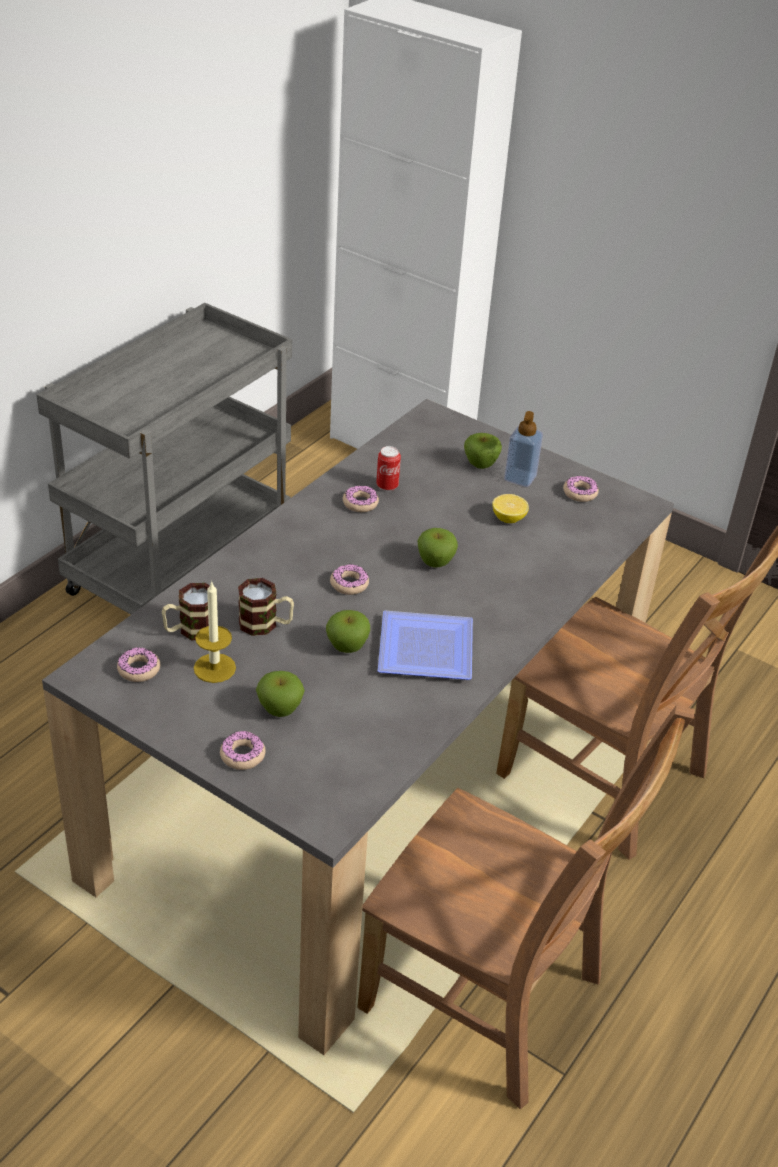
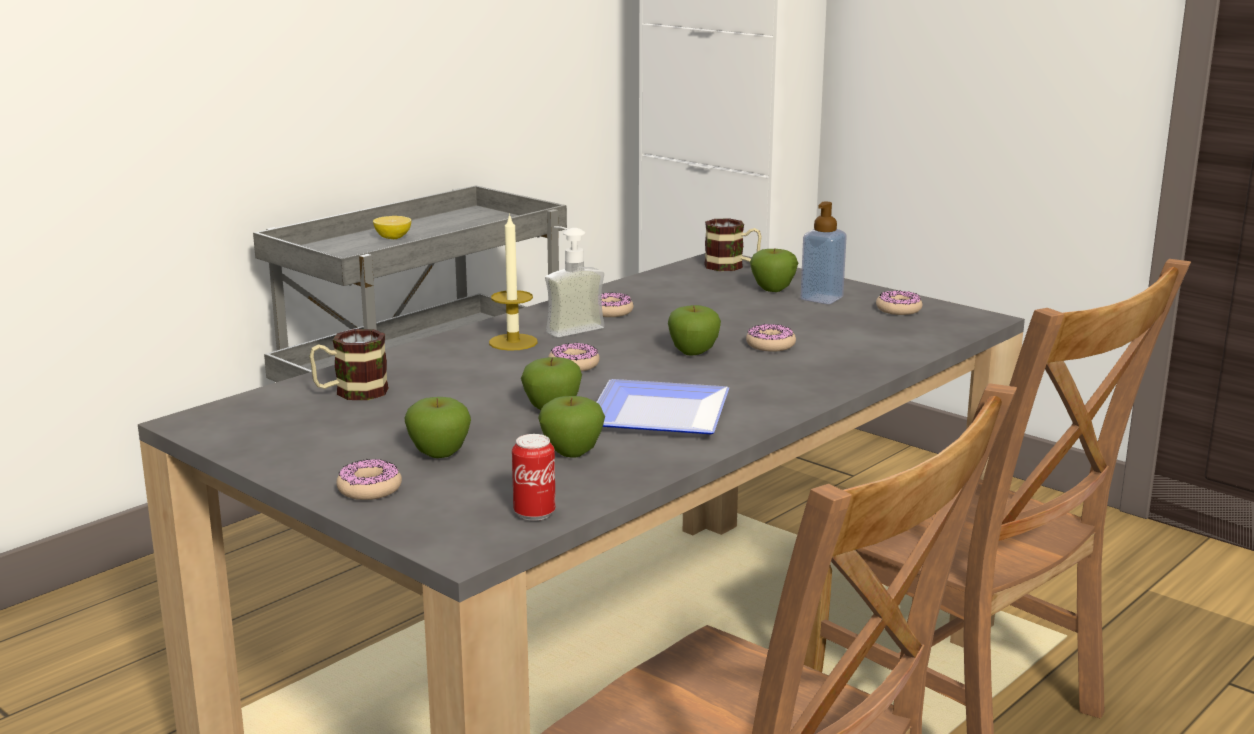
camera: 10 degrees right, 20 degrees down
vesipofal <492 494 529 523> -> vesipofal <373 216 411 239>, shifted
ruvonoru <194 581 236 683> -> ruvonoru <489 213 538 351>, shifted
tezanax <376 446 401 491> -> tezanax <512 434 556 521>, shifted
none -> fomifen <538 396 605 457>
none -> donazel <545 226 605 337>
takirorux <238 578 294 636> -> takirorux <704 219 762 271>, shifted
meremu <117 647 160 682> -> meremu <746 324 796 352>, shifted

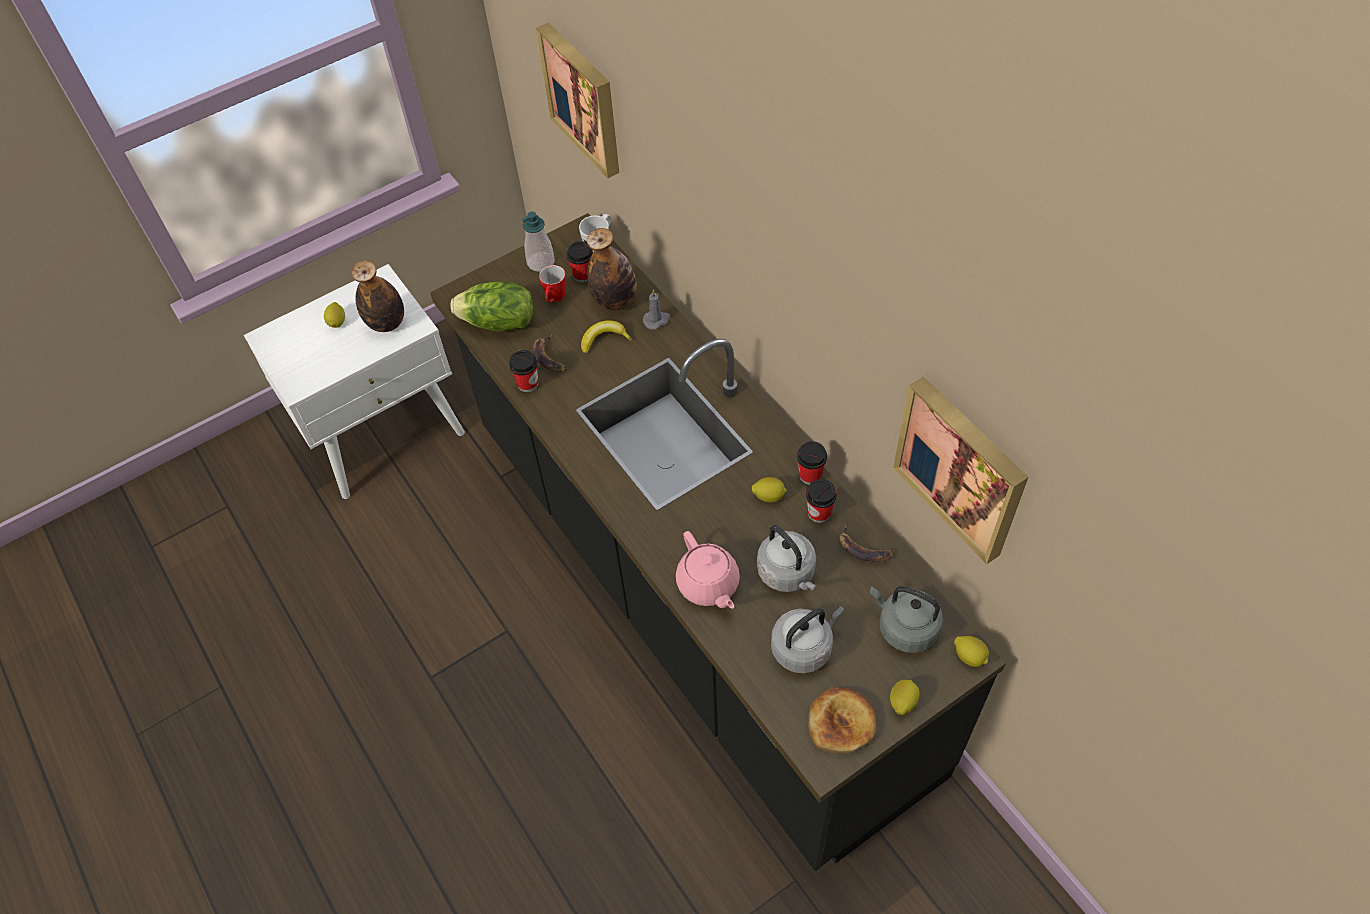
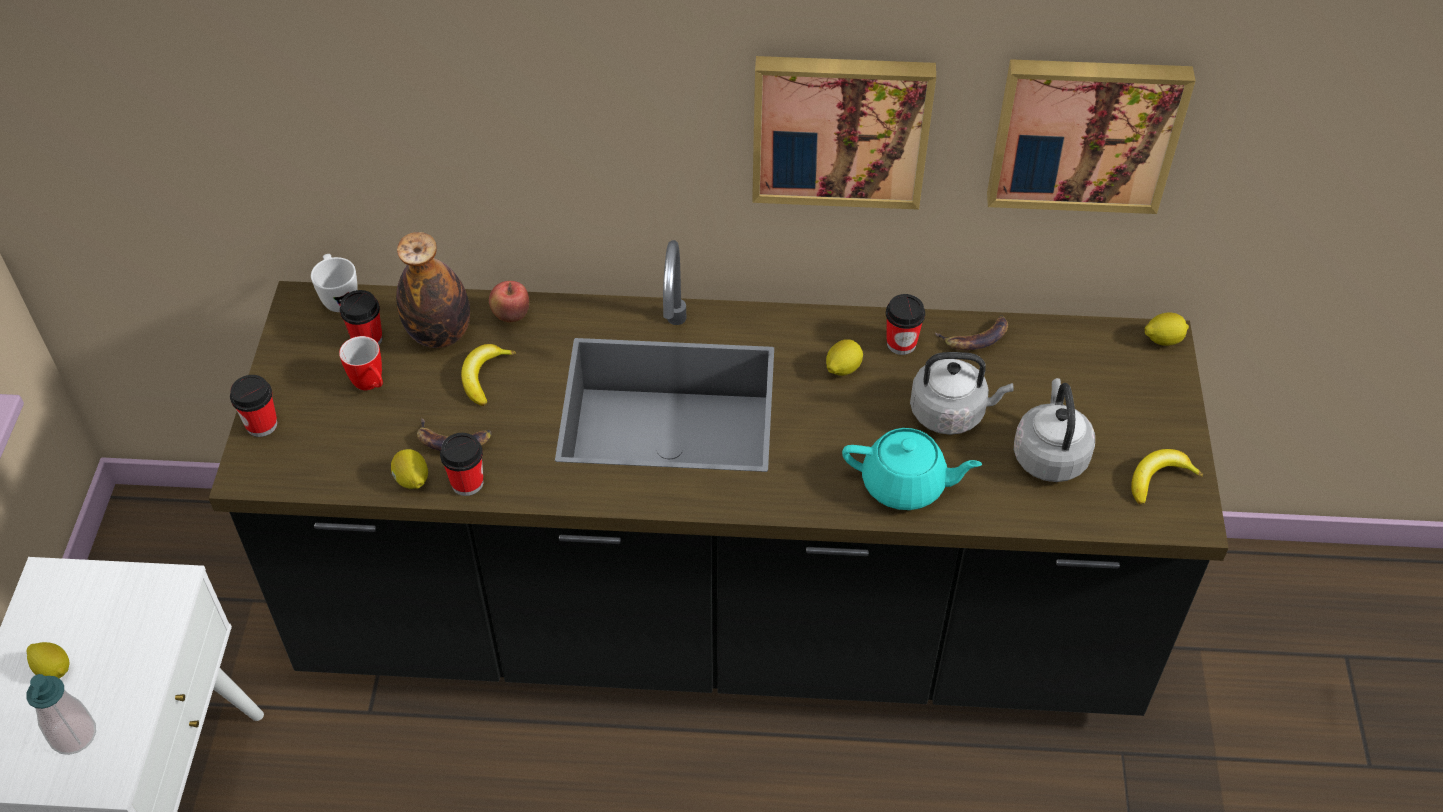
camera: 55 degrees left, 5 degrees down
donazel <522 212 555 272> -> donazel <26 674 96 755>, shifted
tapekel <797 441 827 485> -> tapekel <230 375 278 437>, shifted
vesipofal <890 680 920 715> -> vesipofal <391 449 428 489>, shifted
grey ruvonoru <643 289 670 330> -> fomifen <489 281 529 322>
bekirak <536 23 619 178> -> bekirak <752 56 936 210>, shifted
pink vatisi <676 531 740 609> -> turquoise vatisi <842 428 982 510>
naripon <808 687 876 753> -> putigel <1131 449 1203 505>
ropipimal <352 261 404 332> -> none
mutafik <451 281 534 332> -> none
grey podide <870 586 943 653> -> none

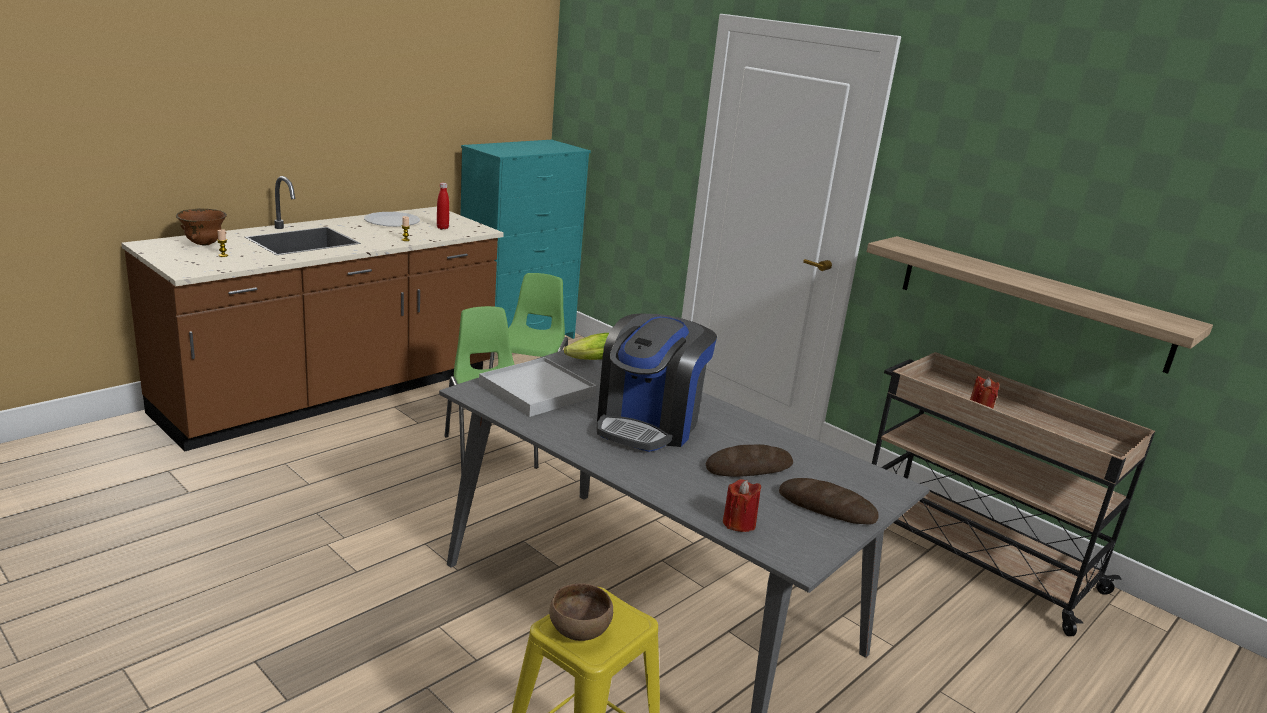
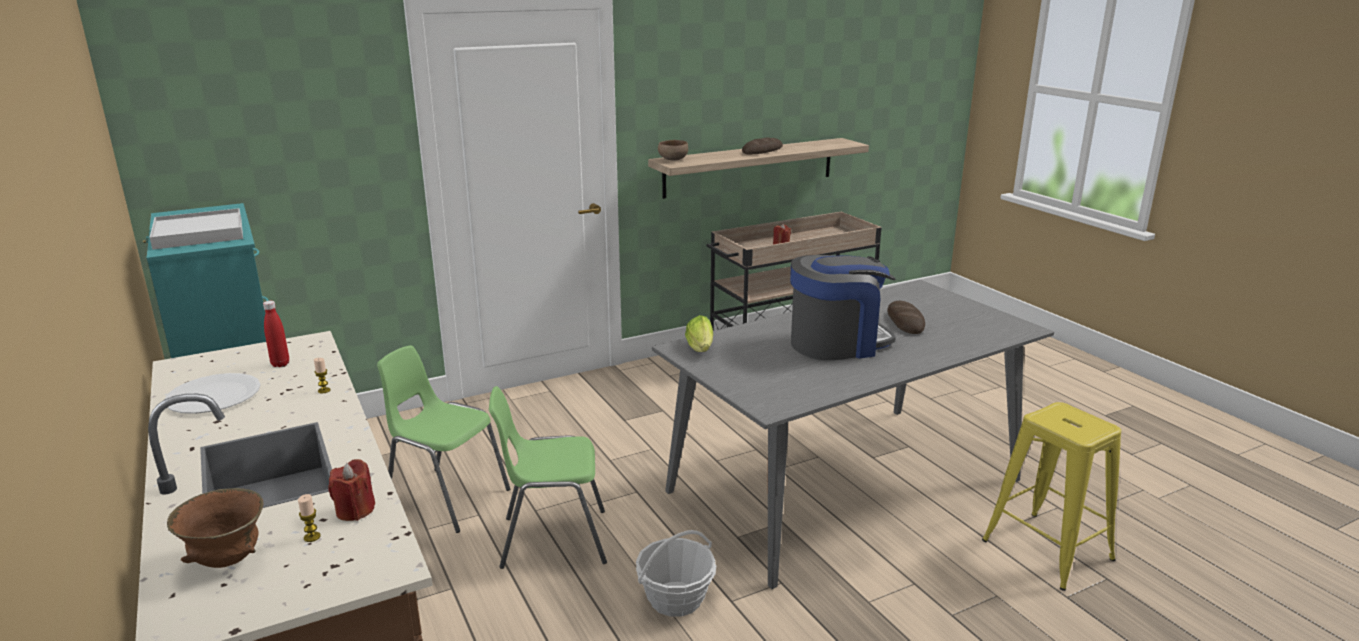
camera: 70 degrees left, 0 degrees up
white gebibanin <479 357 596 417> -> white gebibanin <149 208 243 250>, shifted
red ruvonoru <723 479 761 532> -> red ruvonoru <328 459 375 521>, shifted
none -> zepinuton <636 530 716 617>
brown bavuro <549 583 613 641> -> brown bavuro <658 140 688 160>, shifted
naripon <779 478 879 525> -> naripon <742 137 783 155>, shifted
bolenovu <597 313 717 452> -> bolenovu <790 255 896 360>, 60 degrees counterclockwise

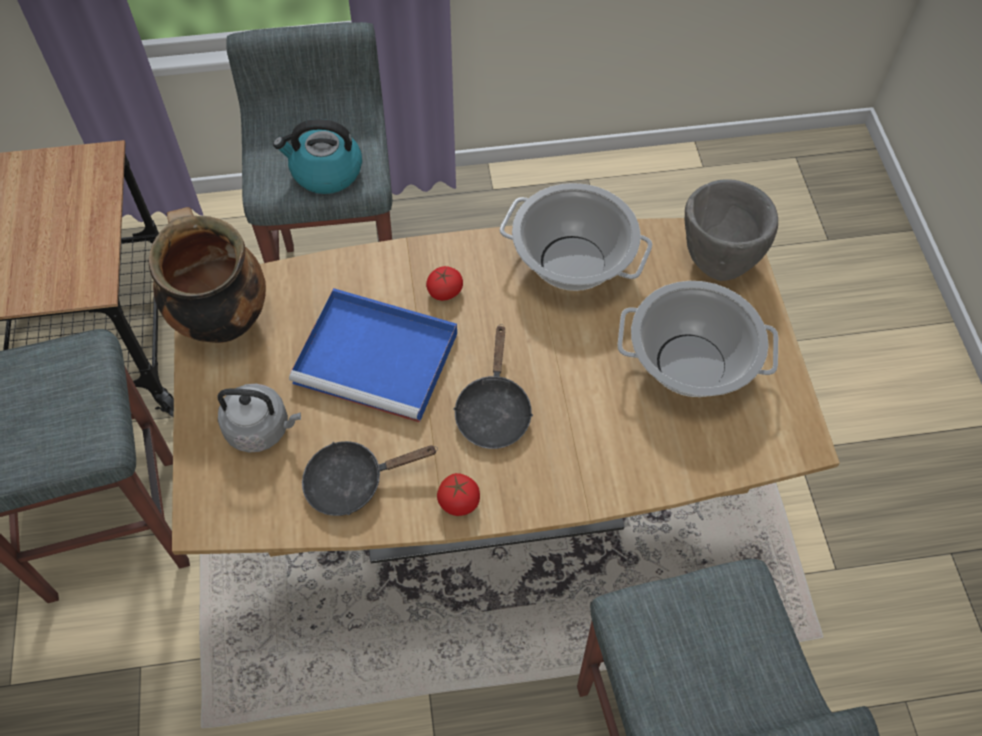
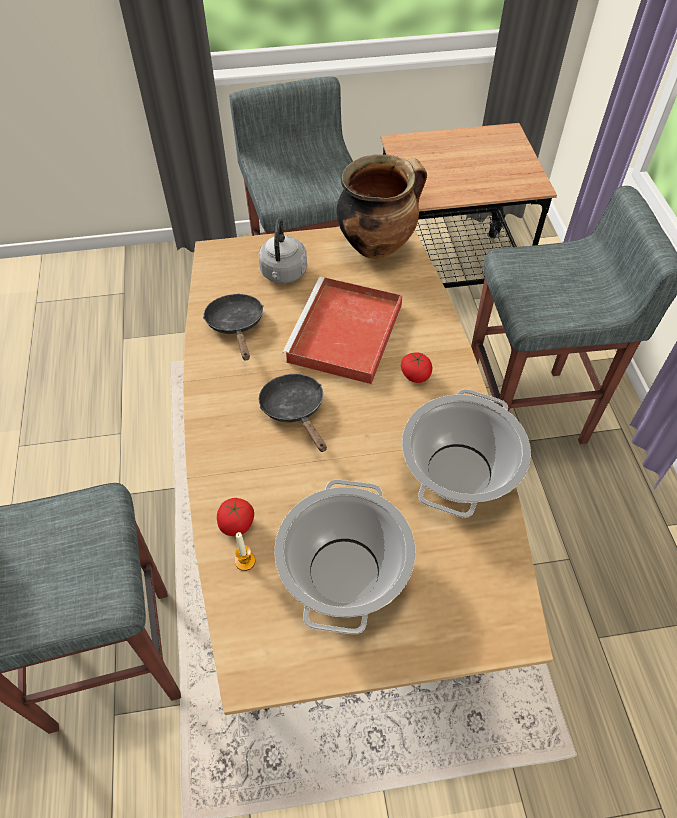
camera: 90 degrees right, 5 degrees down
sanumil <437 473 480 516> -> sanumil <217 498 254 536>, shifted
none -> ruvonoru <235 532 255 571>
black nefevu <453 324 533 449> -> black nefevu <259 374 327 452>, 60 degrees clockwise
blue gebibanin <289 288 457 423> -> red gebibanin <282 277 403 384>
podide <273 119 362 194> -> none
grey bavuro <685 179 778 281> -> none

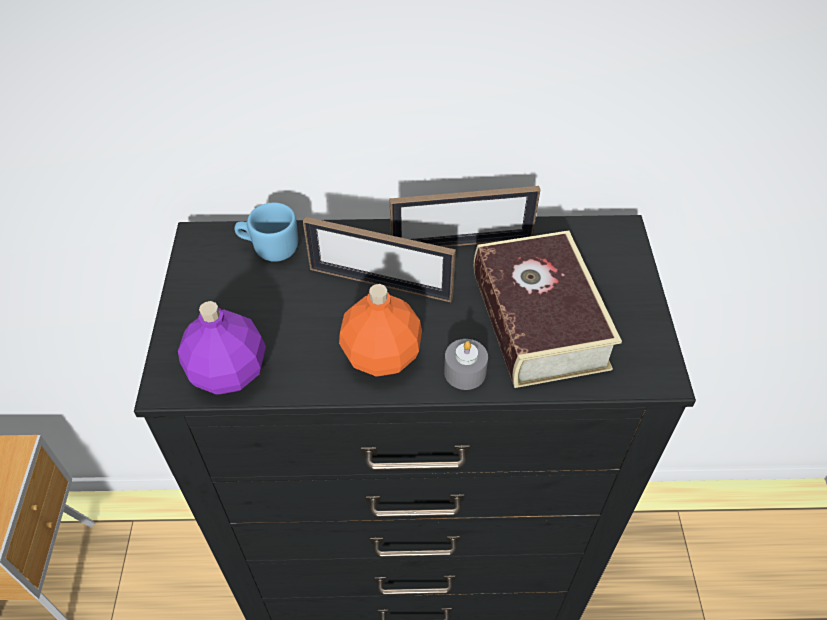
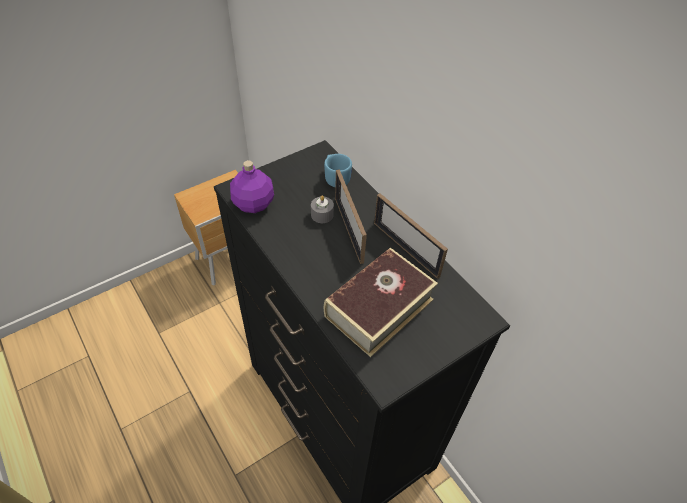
camera: 55 degrees right, 0 degrees up
grey ruvonoru <444 339 488 390> -> grey ruvonoru <311 195 334 223>, shifted
orange ropipimal <339 284 422 377> -> none

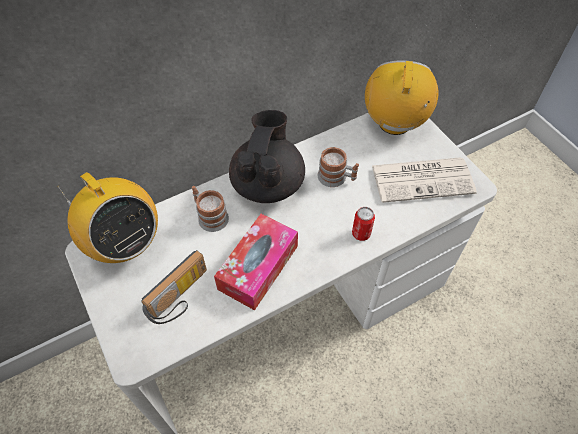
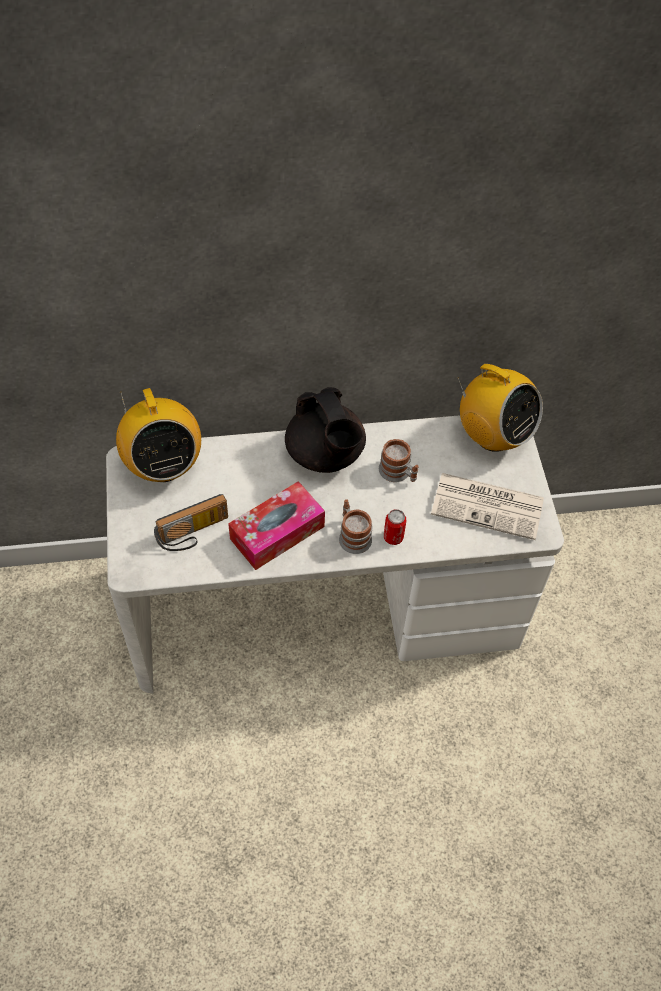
camera: 20 degrees right, 0 degrees up
black vatisi <229 110 305 203> -> black vatisi <285 387 366 473>, 120 degrees clockwise
takirorux <192 186 229 232> -> takirorux <339 499 372 554>, shifted
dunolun <365 60 438 135> -> dunolun <457 364 543 452>, 105 degrees clockwise

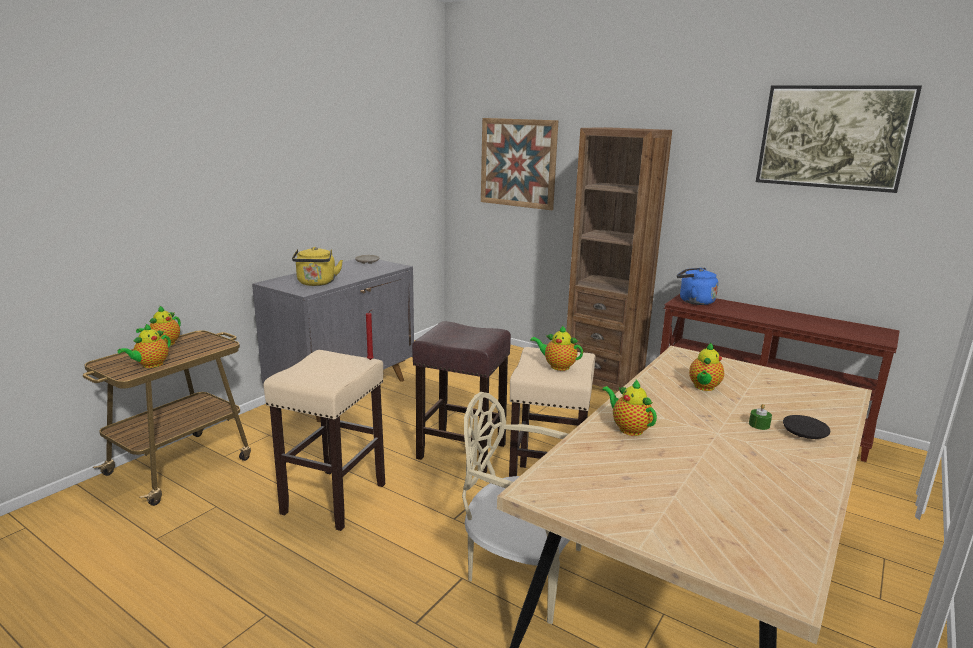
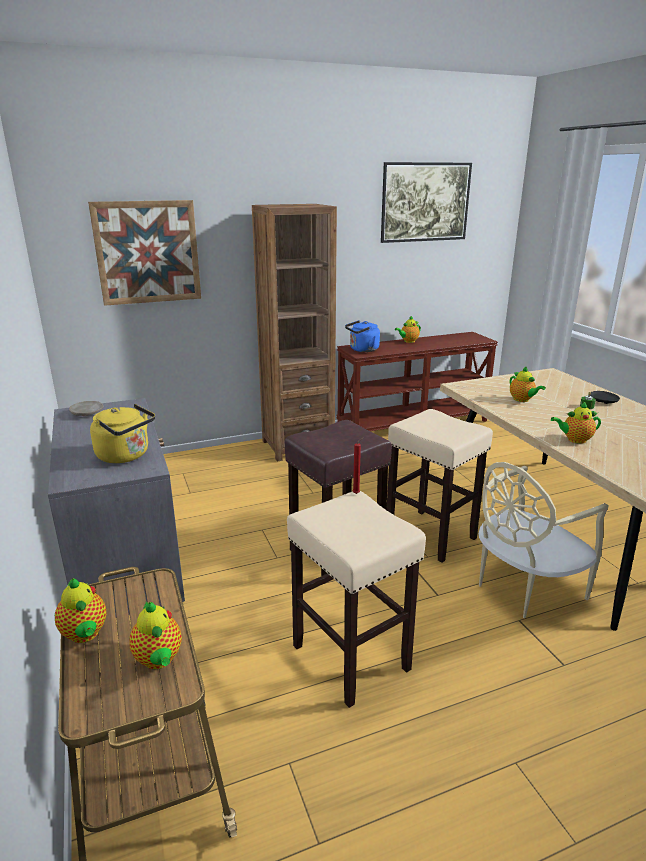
camera: 55 degrees left, 5 degrees up
vatisi <530 325 583 371> -> vatisi <395 316 421 343>, shifted

